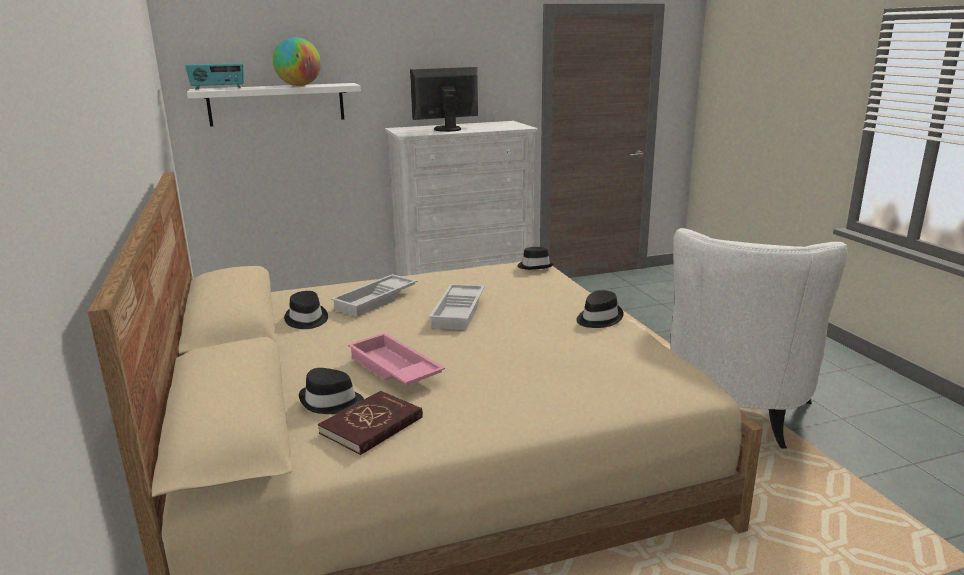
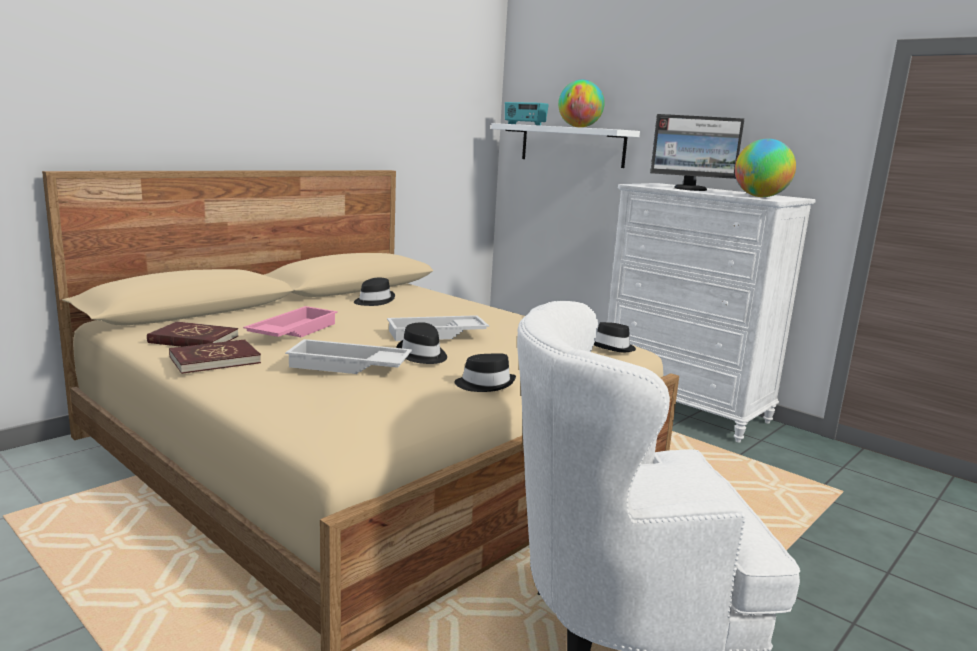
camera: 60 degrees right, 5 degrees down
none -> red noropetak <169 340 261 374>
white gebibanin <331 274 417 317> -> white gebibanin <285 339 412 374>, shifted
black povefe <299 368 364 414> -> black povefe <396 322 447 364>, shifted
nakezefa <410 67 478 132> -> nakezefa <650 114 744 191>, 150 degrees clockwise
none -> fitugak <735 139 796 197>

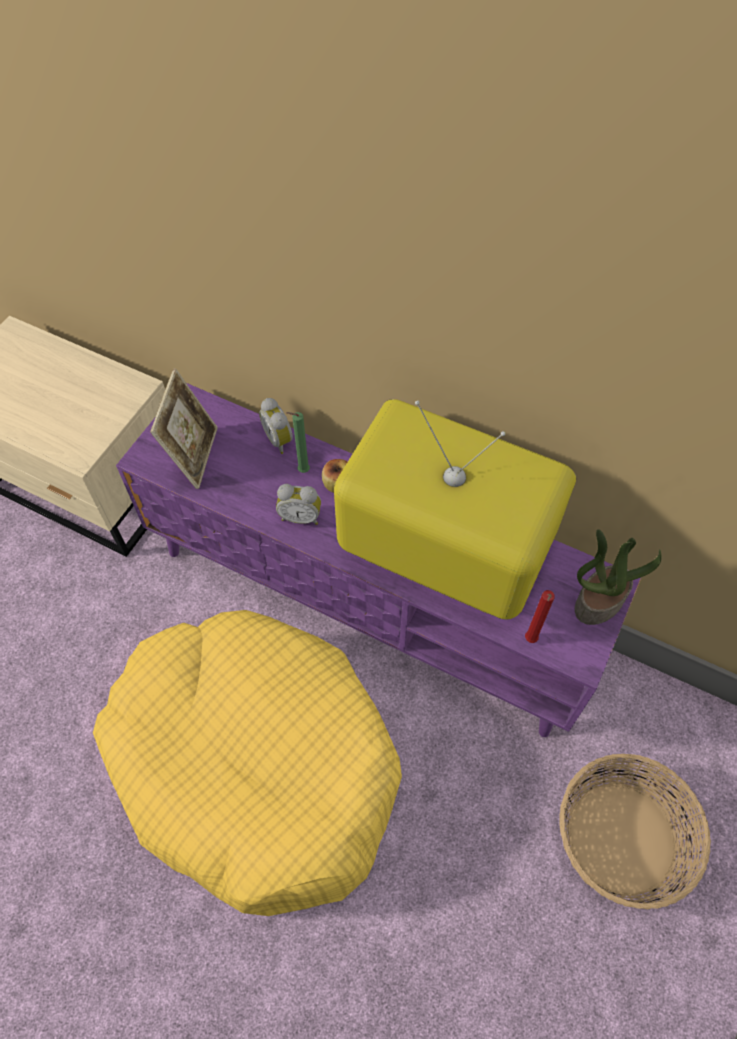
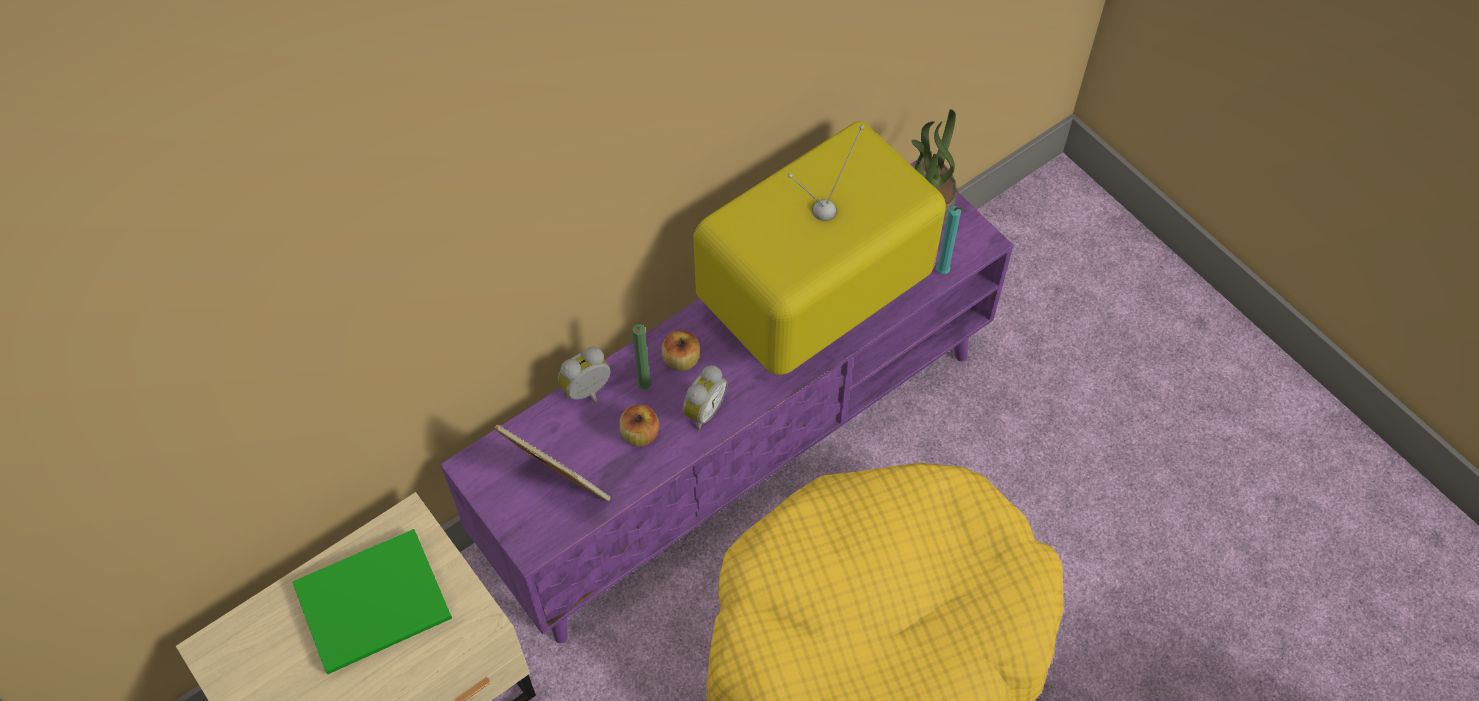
camera: 65 degrees left, 0 degrees up
none -> green noropetak <292 529 452 674>
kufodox <259 398 293 454> -> kufodox <558 347 610 403>, 150 degrees clockwise
none -> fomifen <619 405 659 446>
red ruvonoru <525 590 555 643> -> turquoise ruvonoru <936 206 967 274>
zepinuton <560 754 711 909> -> none

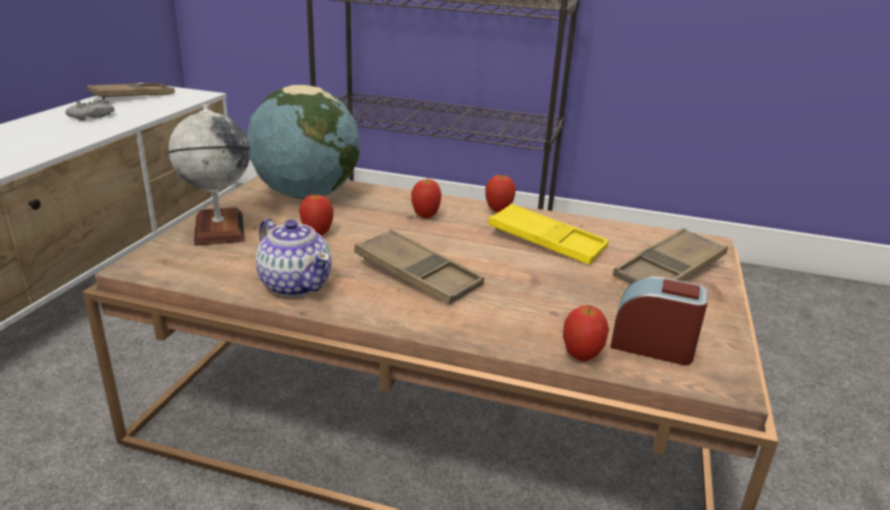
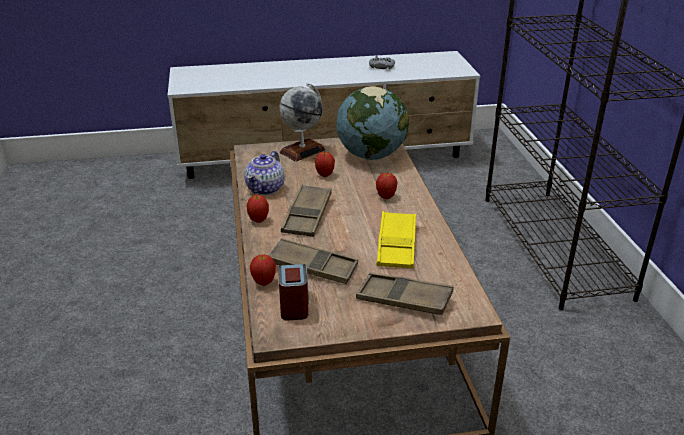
camera: 65 degrees right, 5 degrees up
fomifen <485 175 516 212> -> fomifen <246 194 269 223>, shifted
brown gebibanin <87 83 175 100> -> brown gebibanin <268 238 358 284>, shifted

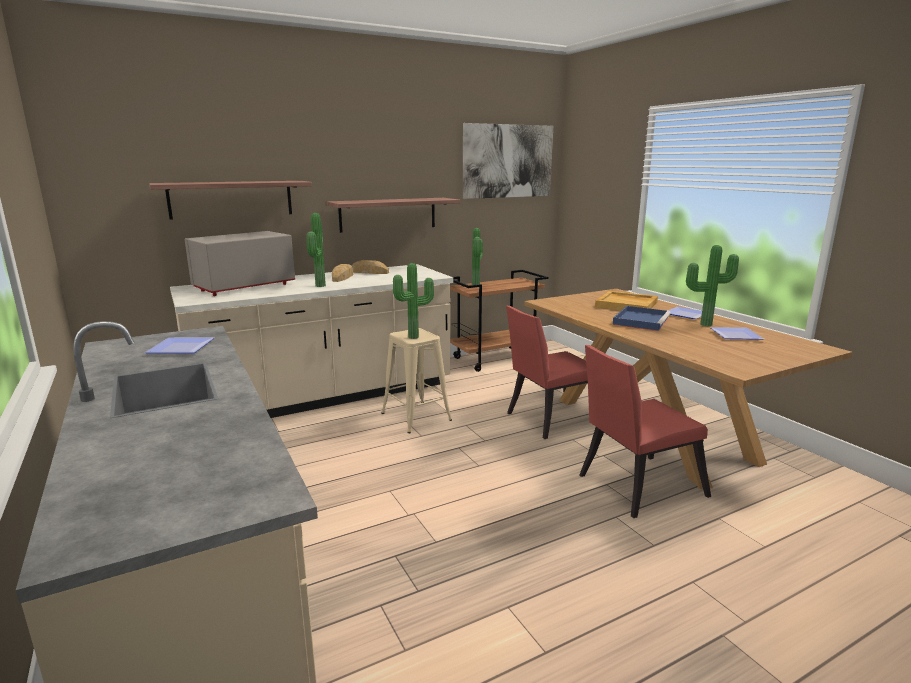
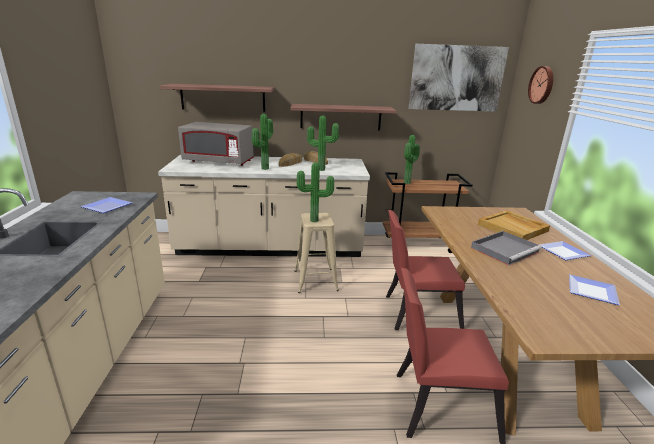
camera: 25 degrees right, 5 degrees up
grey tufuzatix <185 231 295 296> -> grey tufuzatix <178 122 254 166>, 150 degrees counterclockwise
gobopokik <686 245 739 326> -> gobopokik <307 115 339 171>, shifted
blue gebibanin <613 306 671 331> -> grey gebibanin <471 231 542 265>
none -> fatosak <528 66 553 104>

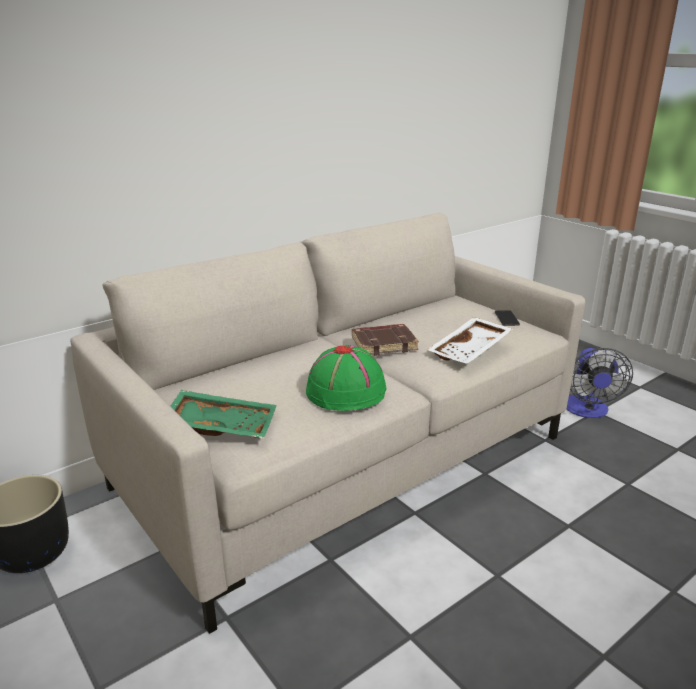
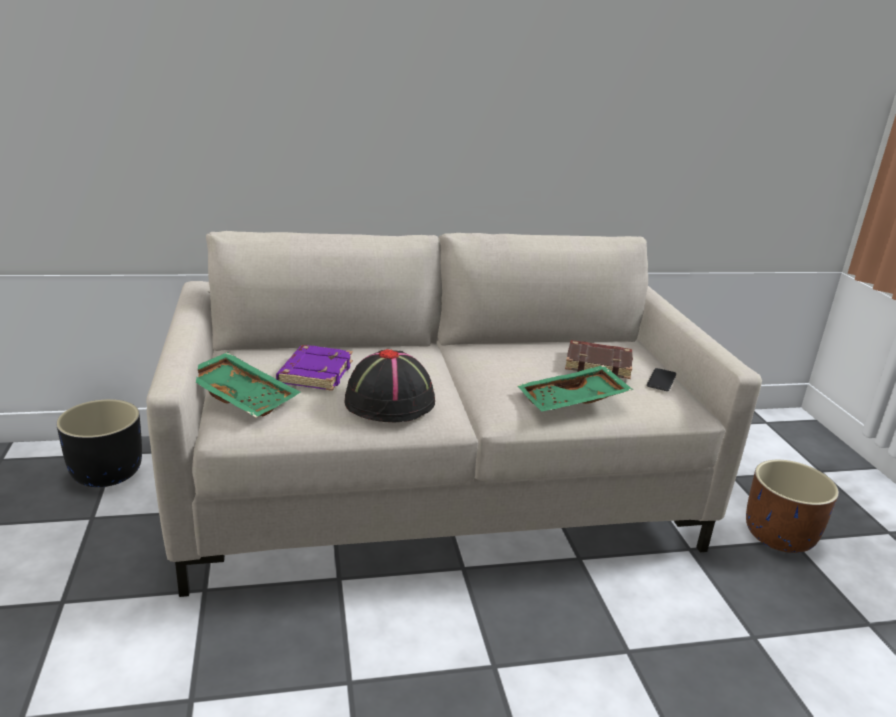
camera: 25 degrees right, 0 degrees up
none -> purple noropetak <276 345 353 391>
green povefe <306 345 386 411> -> black povefe <344 349 435 422>
white gebibanin <427 317 513 364> -> green gebibanin <517 365 633 411>
brown noropetak <352 324 419 356> -> brown noropetak <565 340 633 379>, shifted
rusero <567 348 633 418> -> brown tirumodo <746 460 839 553>

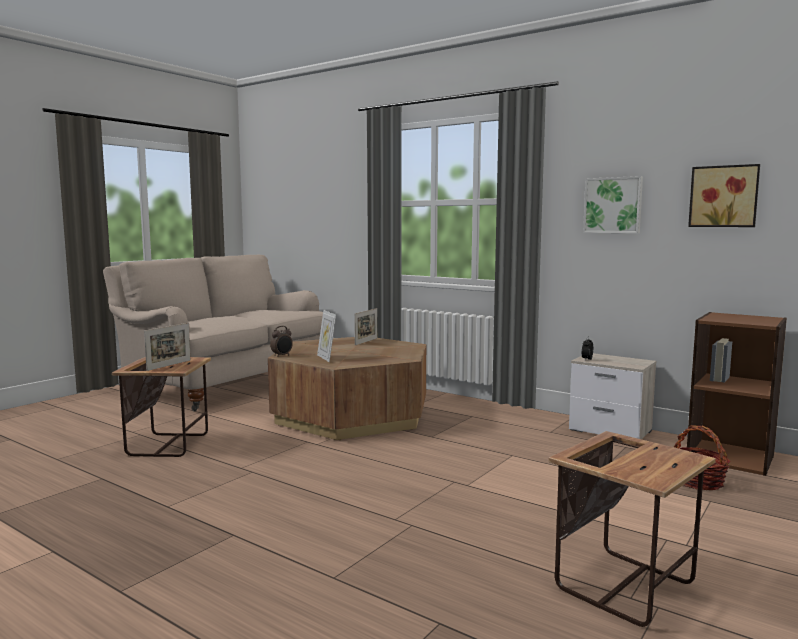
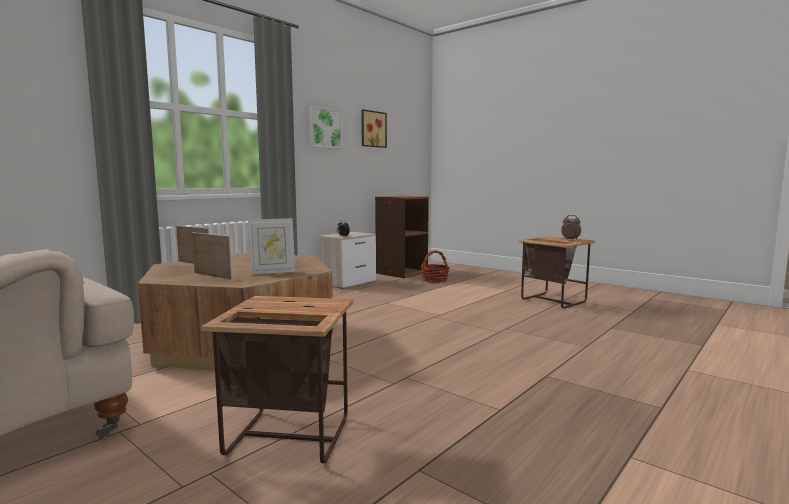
camera: 85 degrees left, 0 degrees up
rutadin <144 323 190 371> -> rutadin <192 232 232 280>, shifted
kufodox <270 326 293 357> -> kufodox <561 215 581 239>, shifted

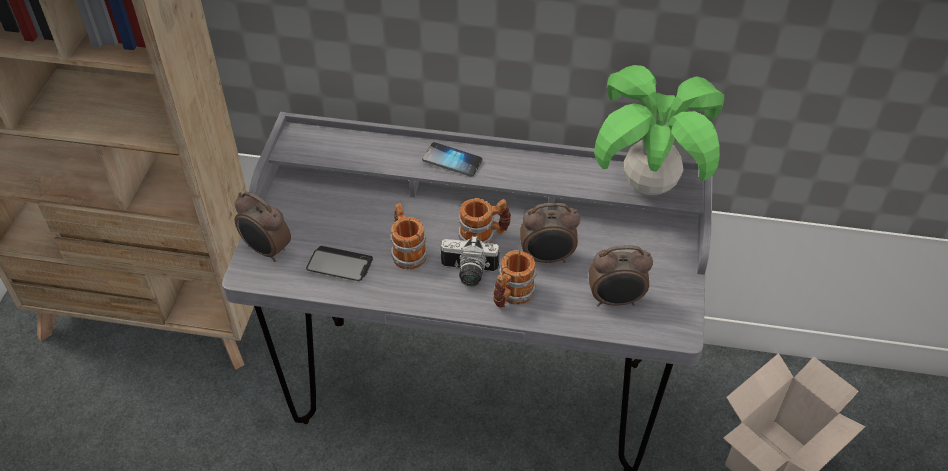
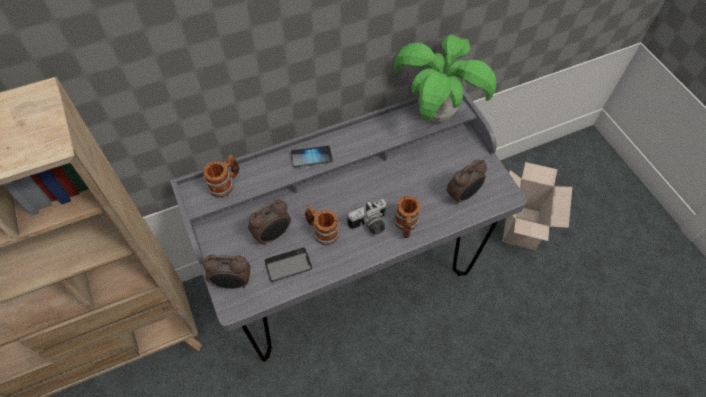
camera: 35 degrees left, 10 degrees up
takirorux <458 198 511 243> -> takirorux <203 155 239 198>, shifted
kufodox <520 203 580 263> -> kufodox <248 200 291 246>, shifted

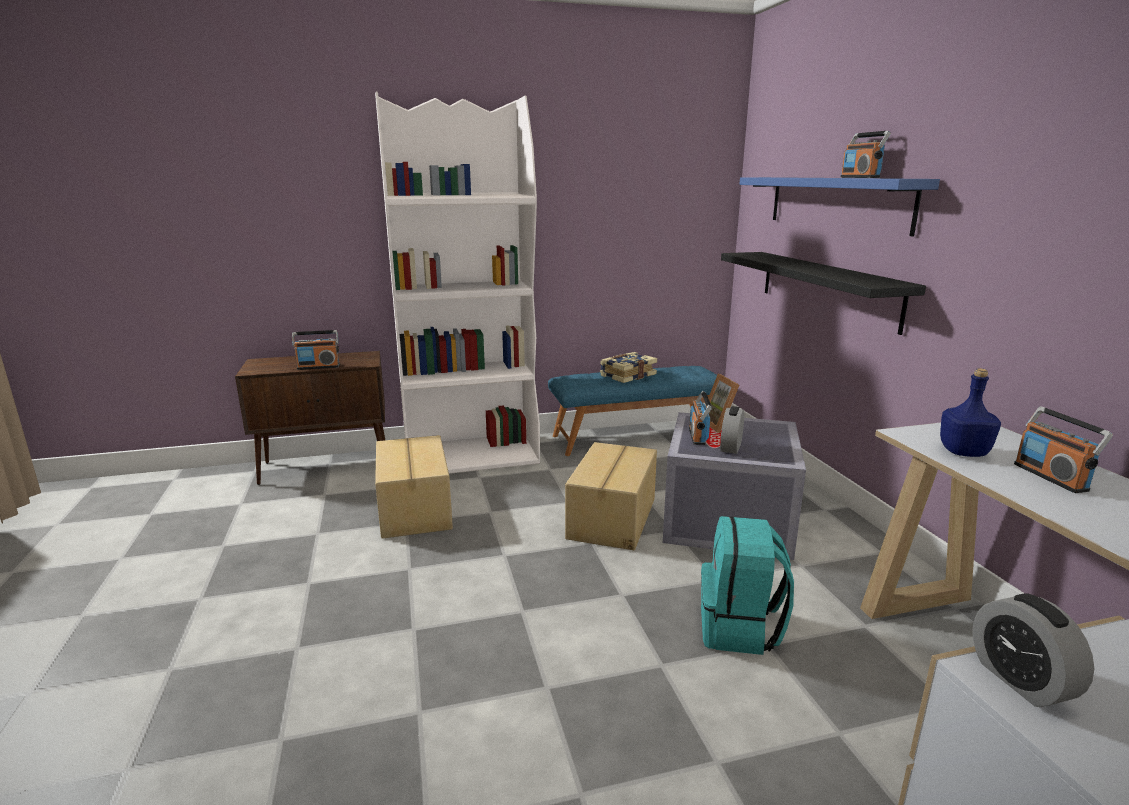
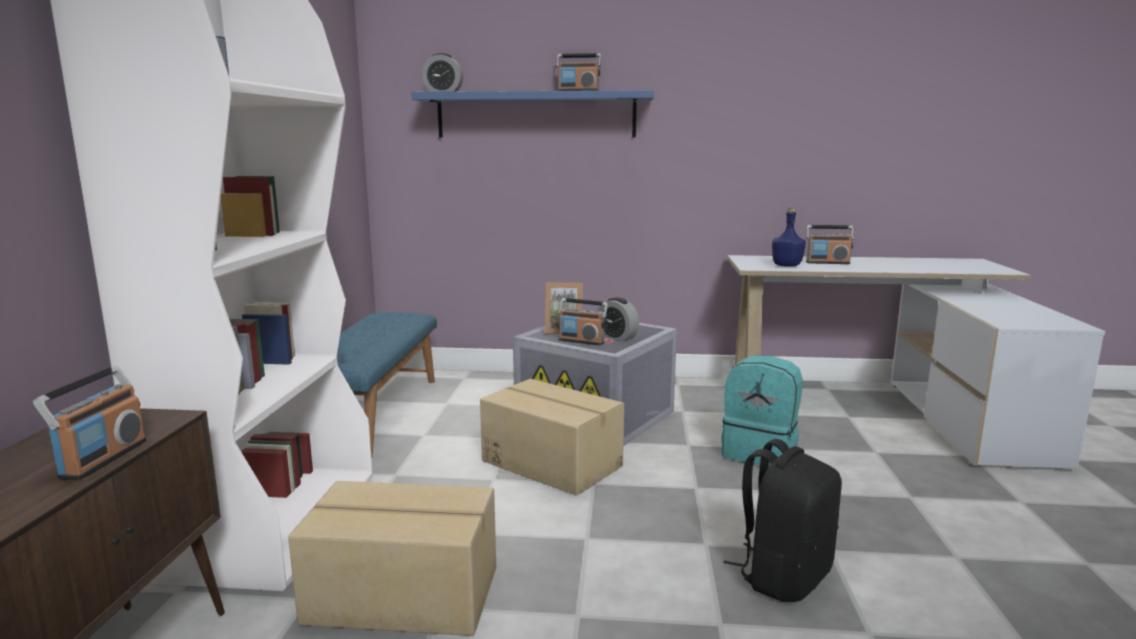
camera: 70 degrees left, 5 degrees down
kufodox <972 594 1094 707> -> kufodox <422 53 463 92>, shifted
none -> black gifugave <723 439 842 602>
noropetak <600 352 657 383> -> none
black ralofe <721 252 926 335> -> none

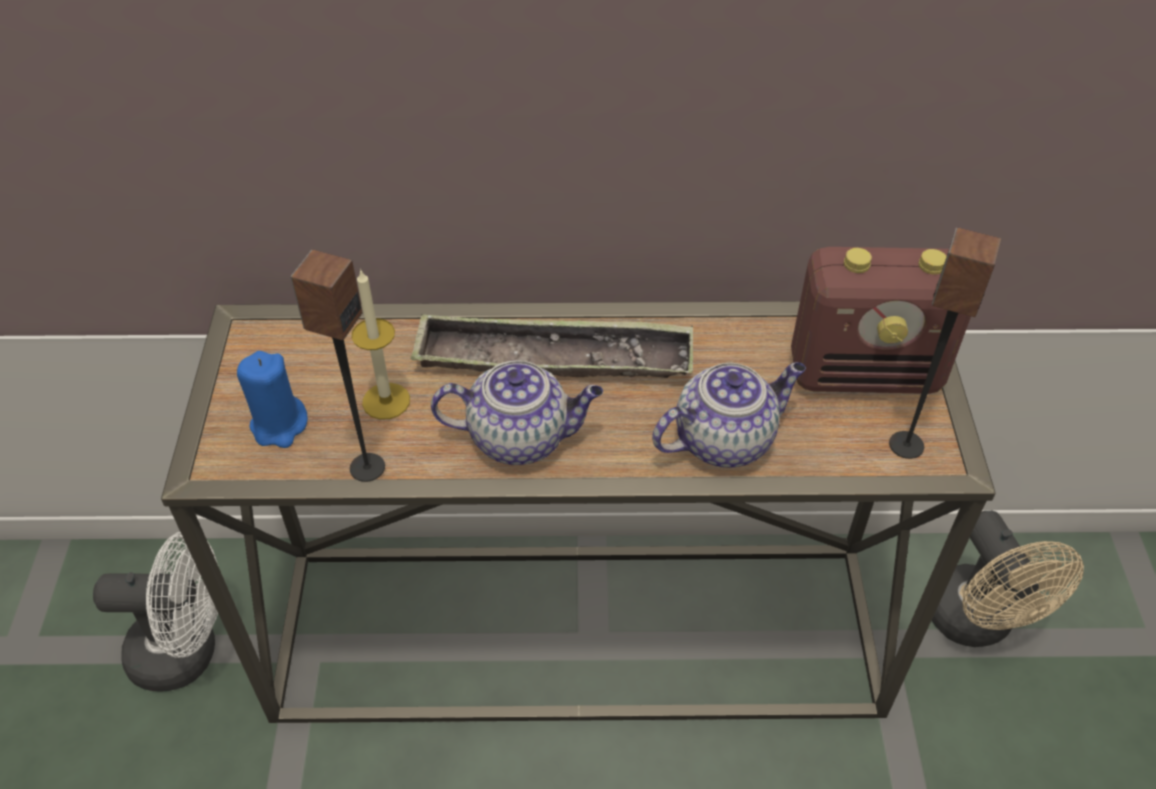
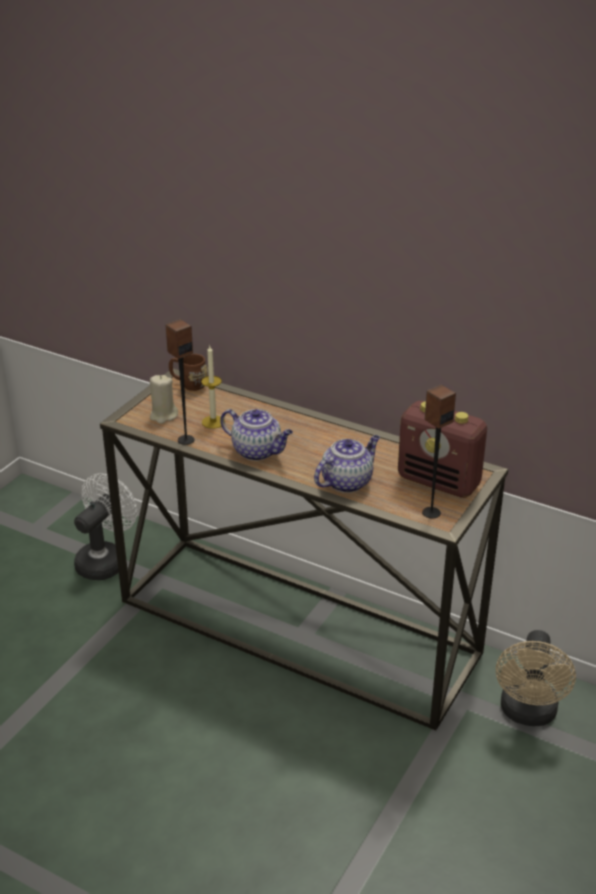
camera: 30 degrees right, 15 degrees down
white rusero <93 532 218 692> -> white rusero <74 473 137 580>, 90 degrees counterclockwise
blue ruvonoru <237 351 308 448> -> beige ruvonoru <150 375 178 424>
none -> brown takirorux <169 354 208 391>
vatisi <652 362 806 468> -> vatisi <314 435 380 493>, 45 degrees counterclockwise
gebibanin <411 313 693 378> -> none

